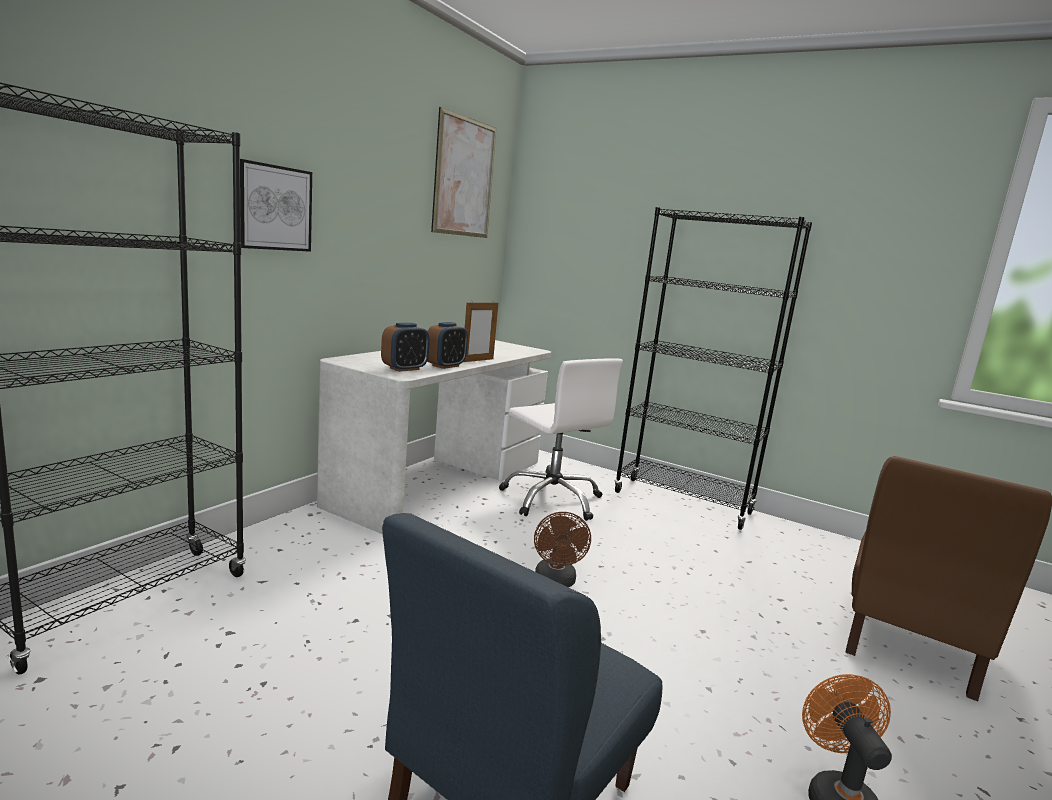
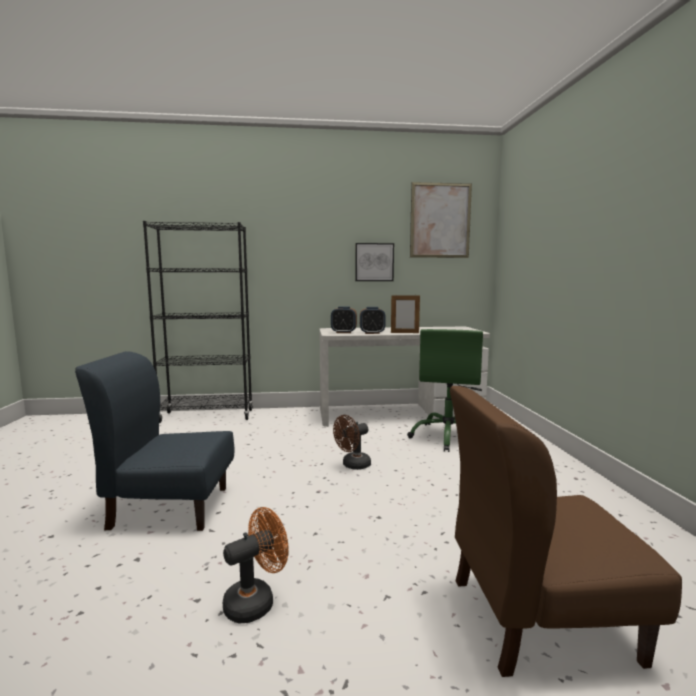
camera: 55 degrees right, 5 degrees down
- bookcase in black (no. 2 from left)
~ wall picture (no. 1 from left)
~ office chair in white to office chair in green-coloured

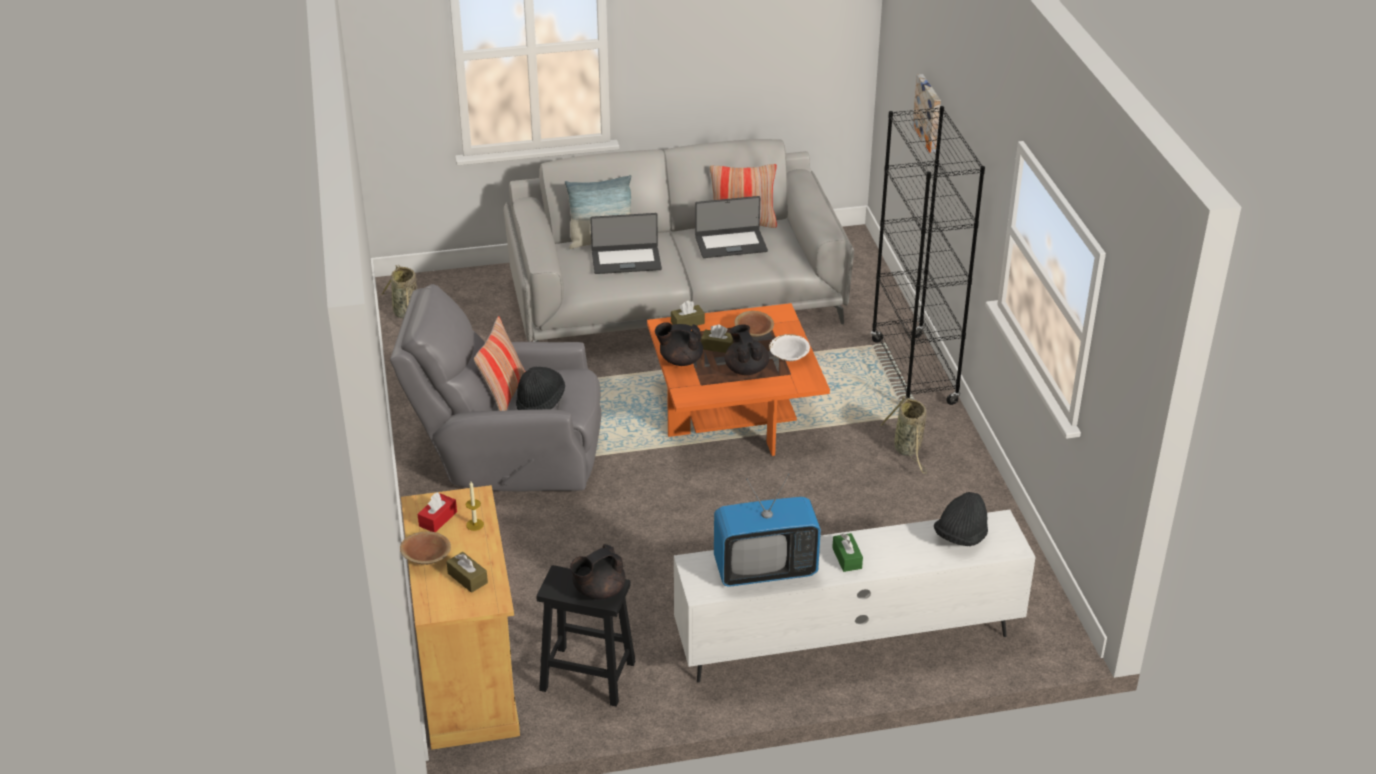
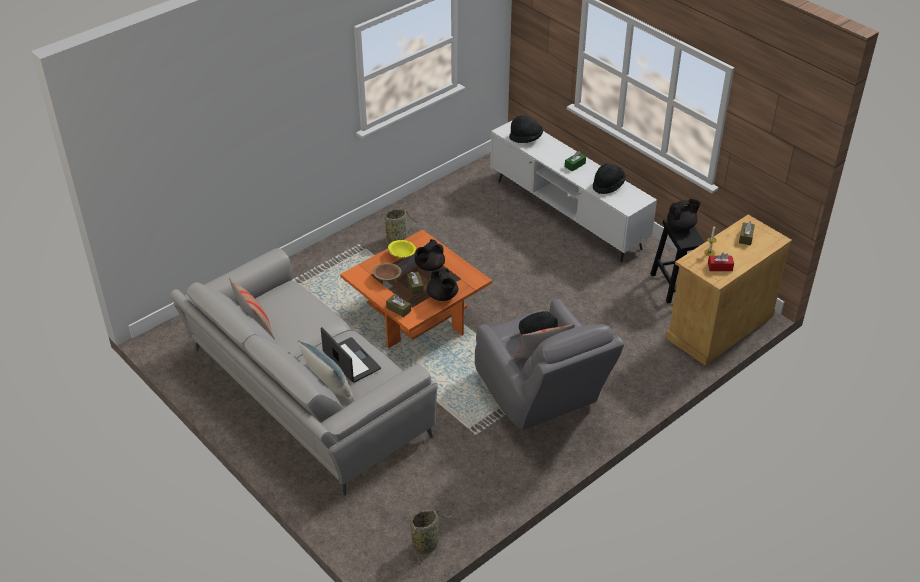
camera: 120 degrees left, 5 degrees up
- deep dish in brown-coloured (no. 1 from left)
- portable computer (no. 2 from left)
- bookcase in black
- wall picture
~ TV to clothing hat in black (no. 3 from left)
~ deep dish in white to deep dish in yellow
~ pot for tea in black (no. 1 from left in the first image) 45 degrees counterclockwise

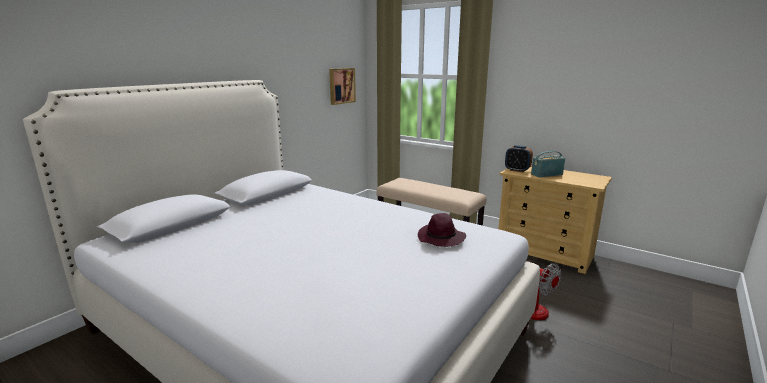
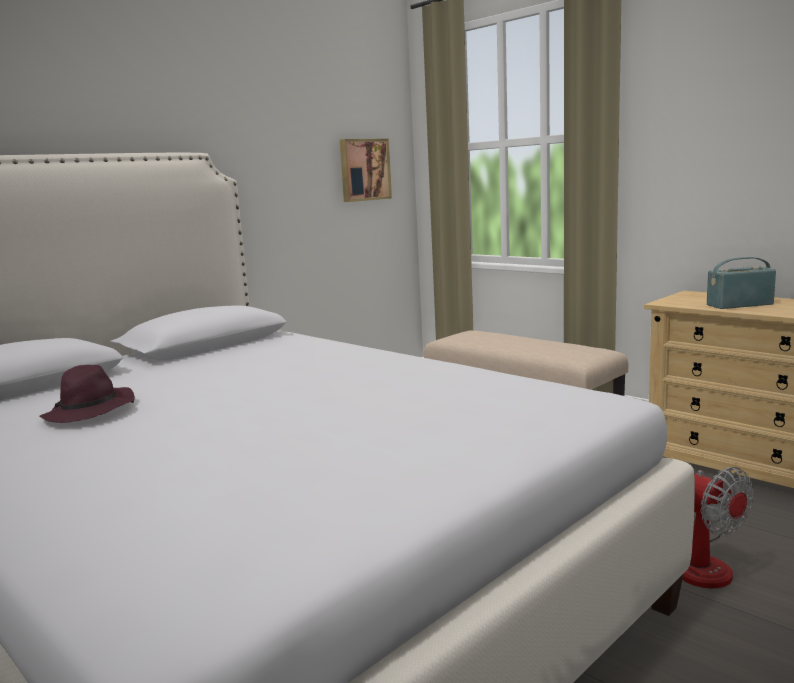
camera: 10 degrees right, 5 degrees down
- alarm clock
~ clothing hat in purple

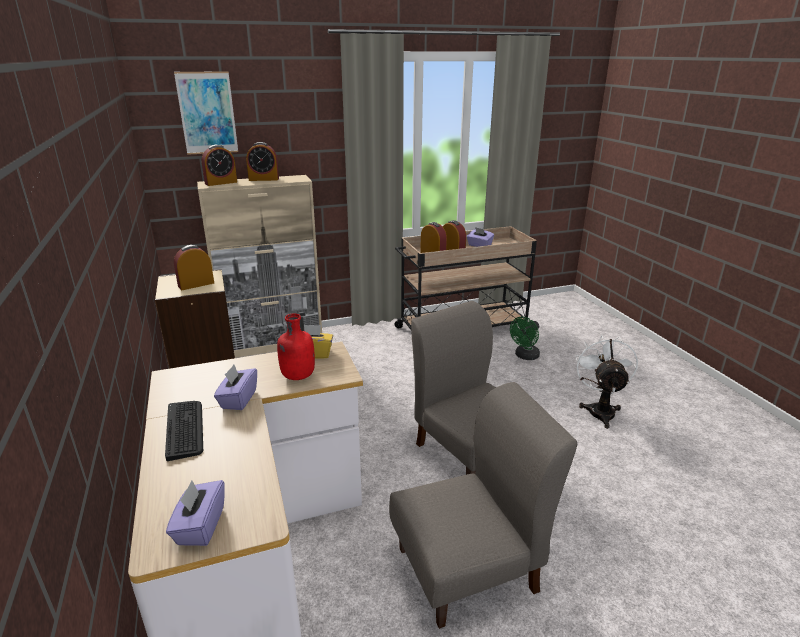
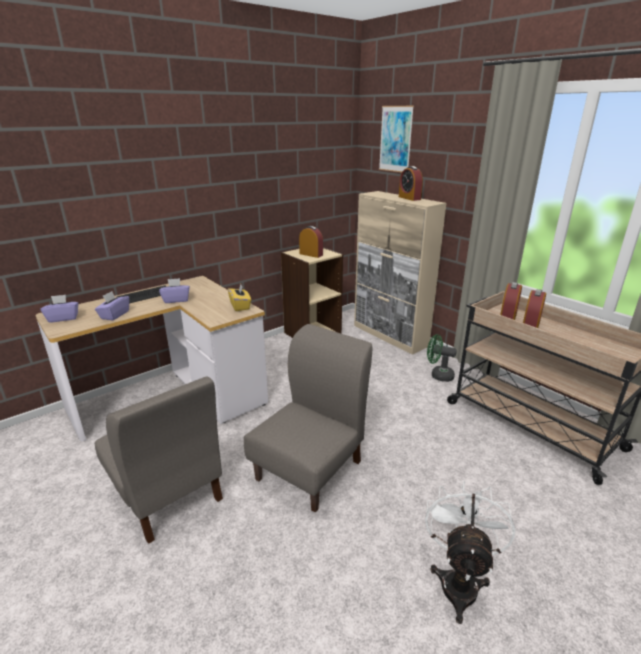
camera: 70 degrees right, 0 degrees up
- alarm clock (no. 2 from left)
- drink bottle in red-coloured
~ box of tissues in purple (no. 3 from left in the first image) to box of tissues in purple (no. 2 from left)
~ fan in green-coloured
~ fan in white 60 degrees counterclockwise

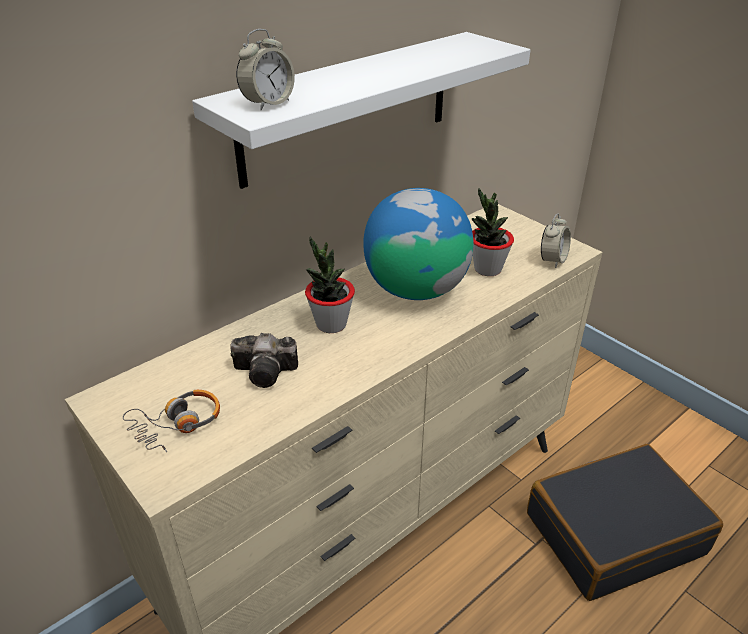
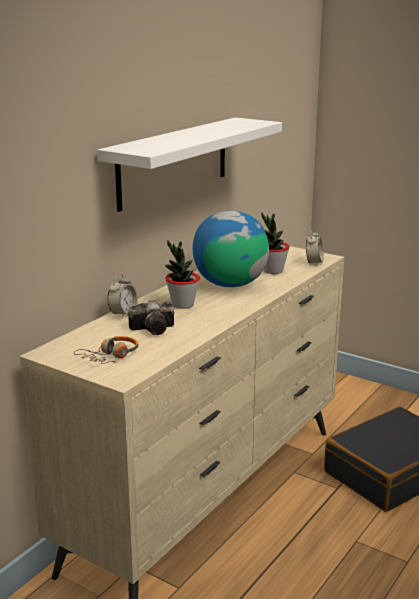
camera: 15 degrees left, 15 degrees down
~ alarm clock (no. 1 from left)

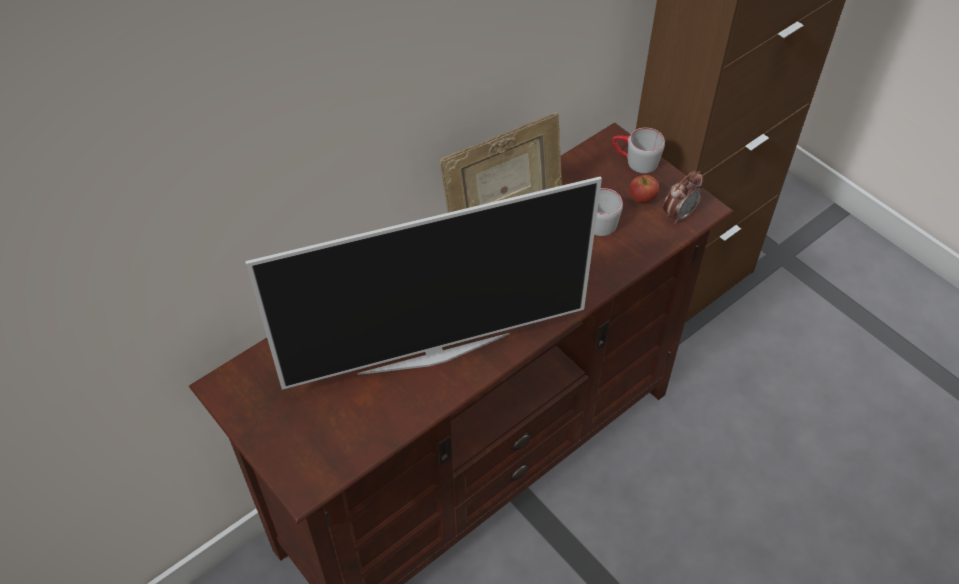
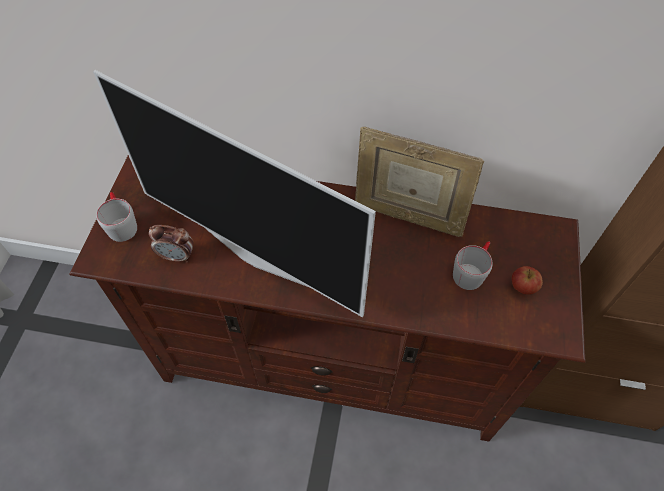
camera: 50 degrees right, 5 degrees up
~ tea mug in greyish (no. 2 from left in the first image) to tea mug in greyish (no. 1 from left)
~ alarm clock

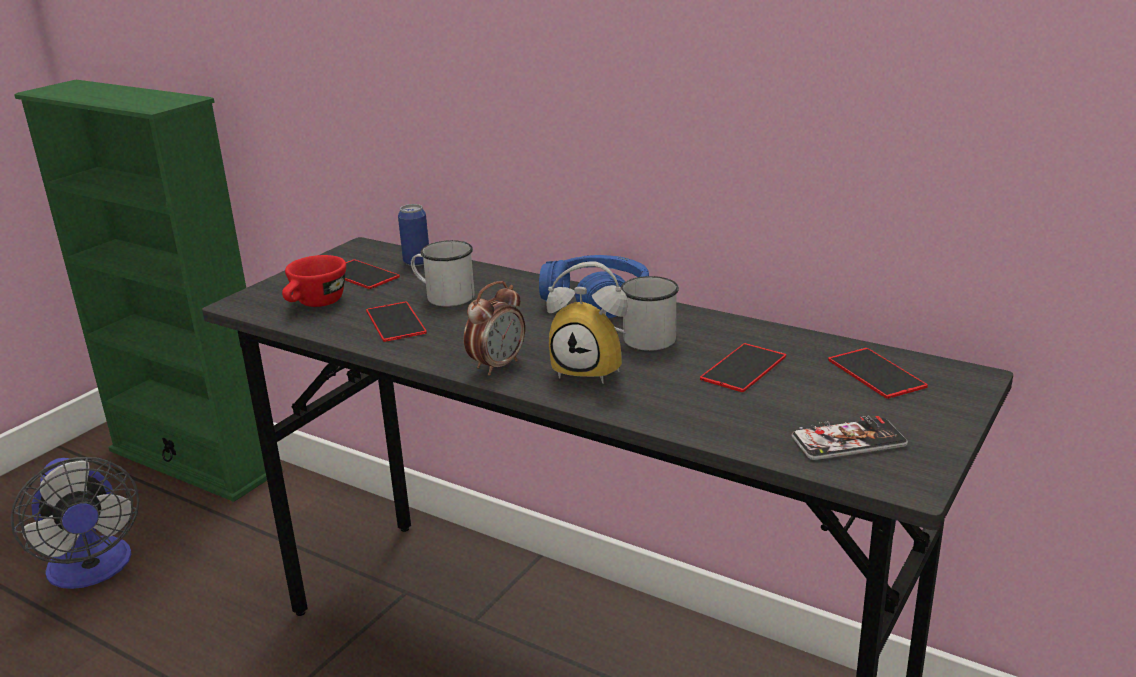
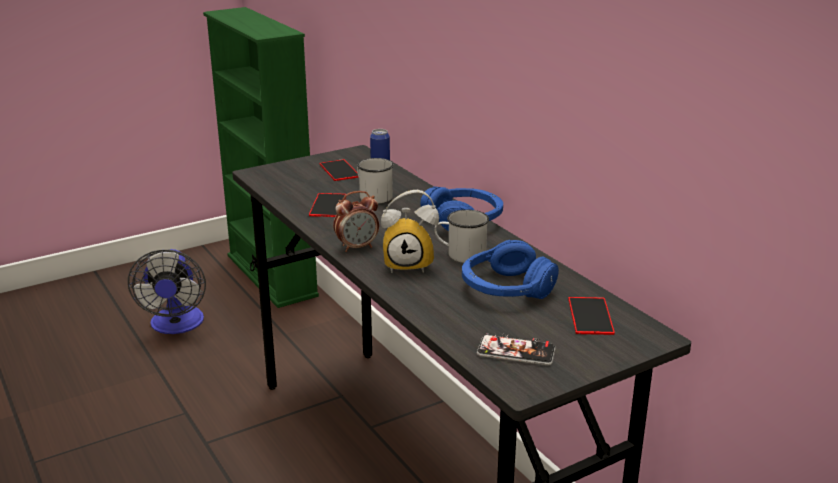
camera: 25 degrees right, 0 degrees up
- cup in red-coloured
~ telephone (no. 3 from left) to headphones in blue-coloured (no. 2 from left)
~ alarm clock (no. 2 from left) 45 degrees counterclockwise

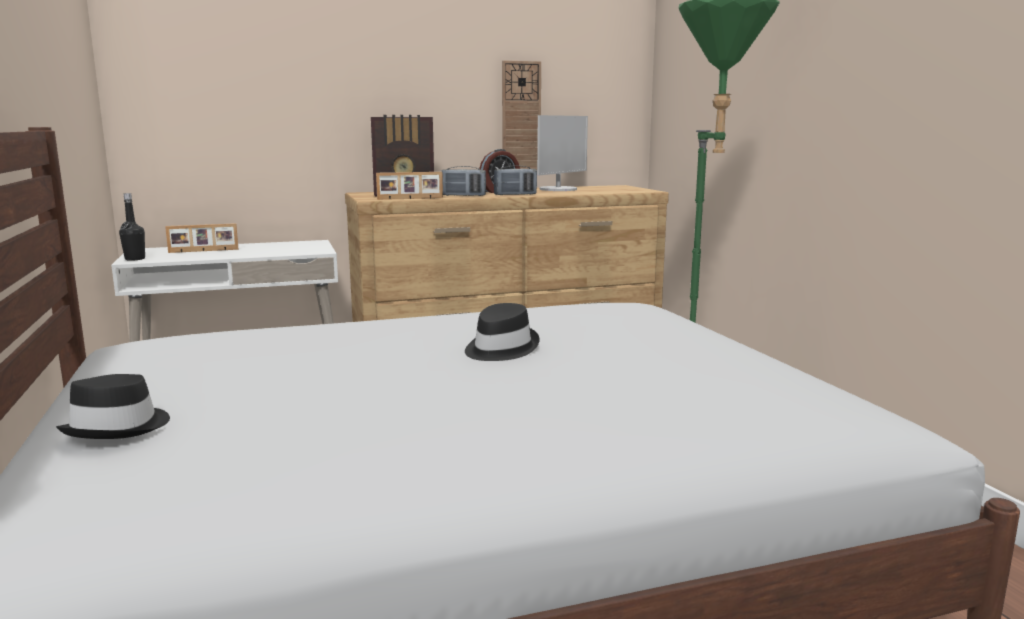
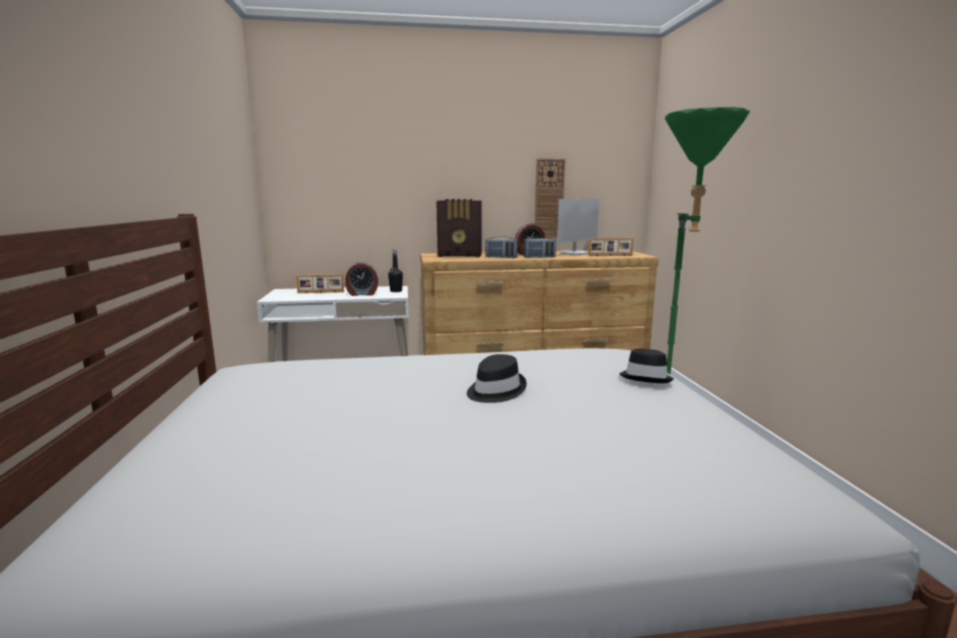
camera: 10 degrees right, 0 degrees up
+ alarm clock (no. 1 from left)
~ clothing hat in black (no. 1 from left in the first image) to clothing hat in black (no. 2 from left)
~ drink bottle in black
~ picture frame (no. 2 from left)

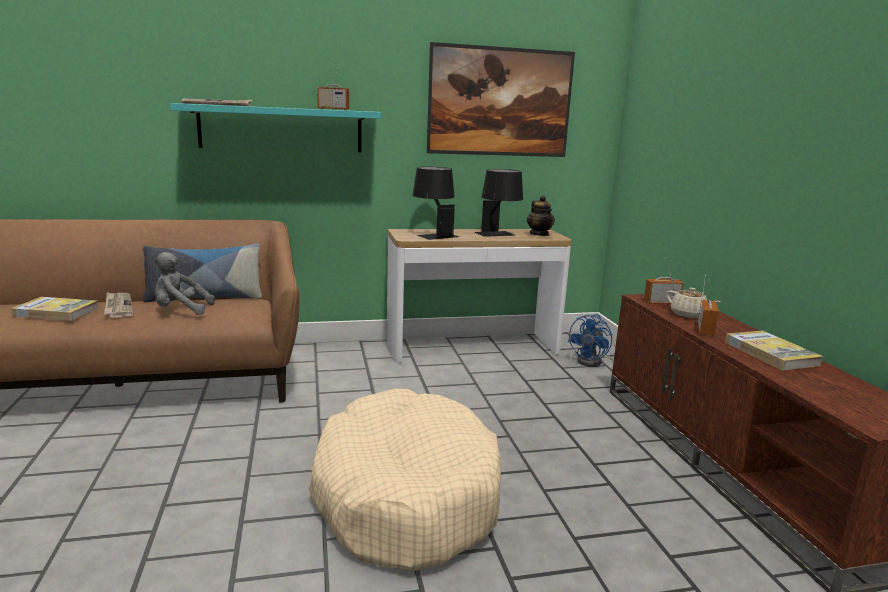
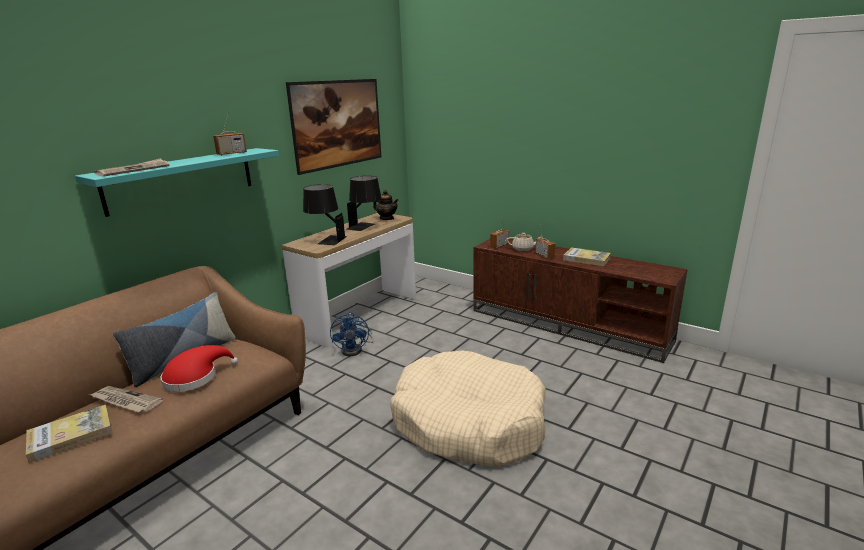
camera: 40 degrees left, 5 degrees up
~ fan in blue-coloured
~ soft toy in greyish to clothing hat in red-coloured

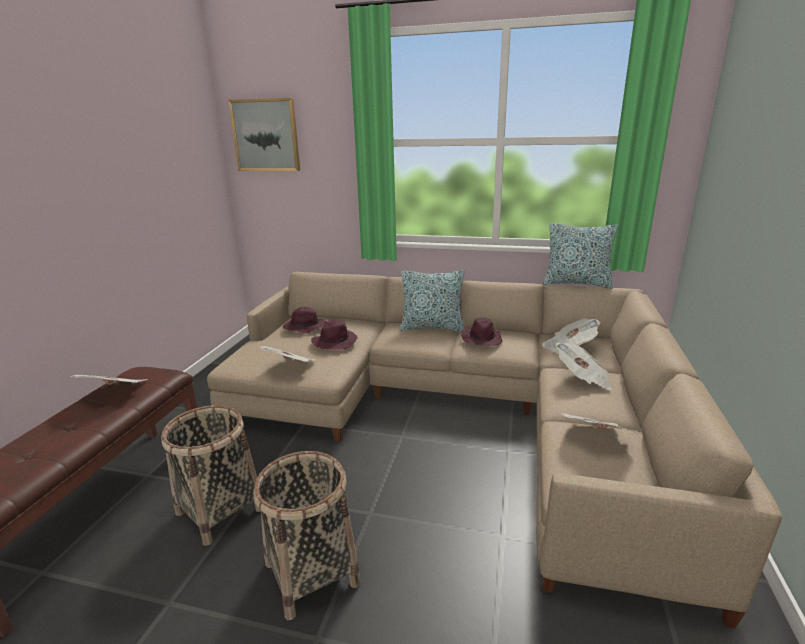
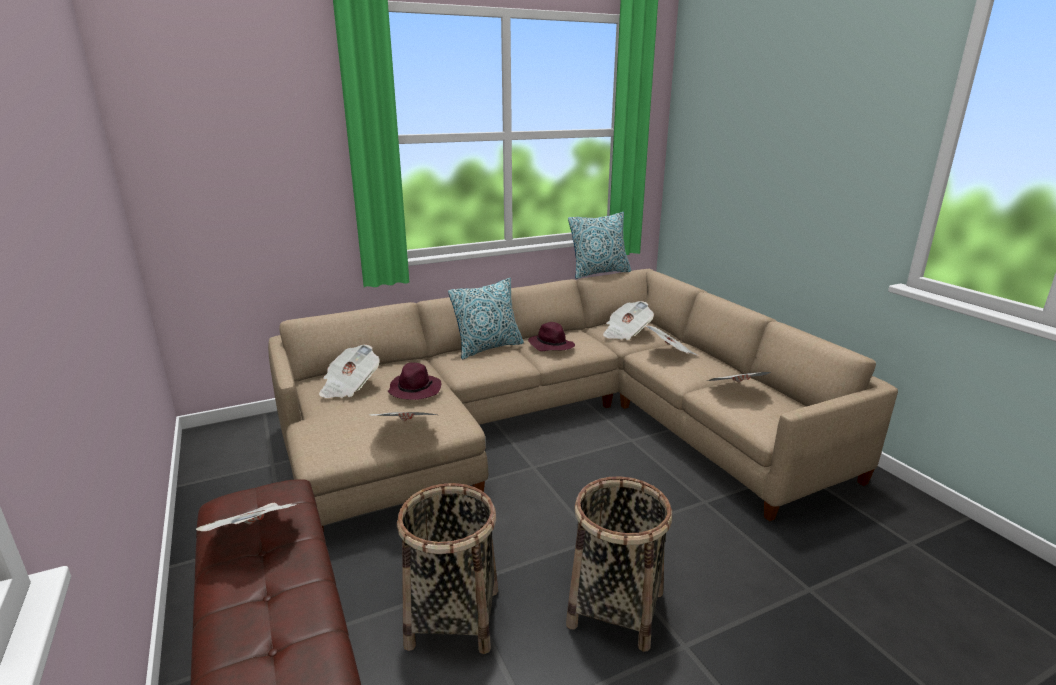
camera: 40 degrees left, 0 degrees up
- wall picture
~ clothing hat in purple (no. 1 from left) to daily paper (no. 2 from left)

